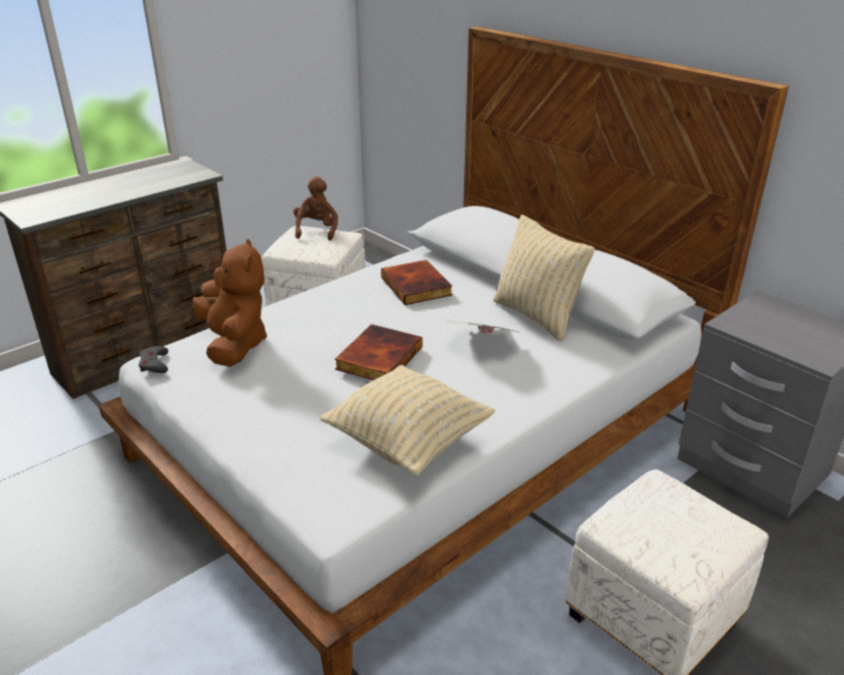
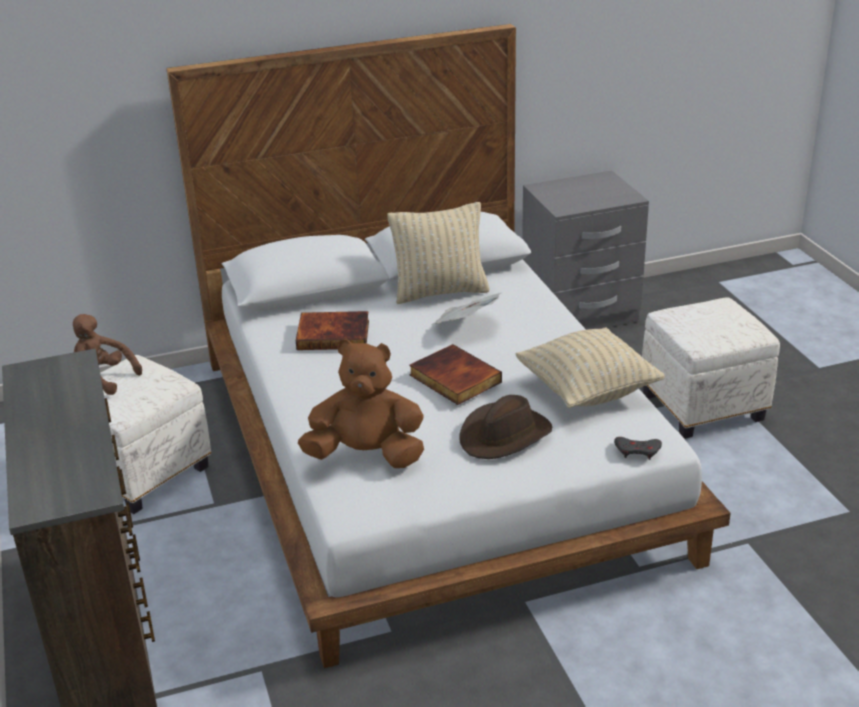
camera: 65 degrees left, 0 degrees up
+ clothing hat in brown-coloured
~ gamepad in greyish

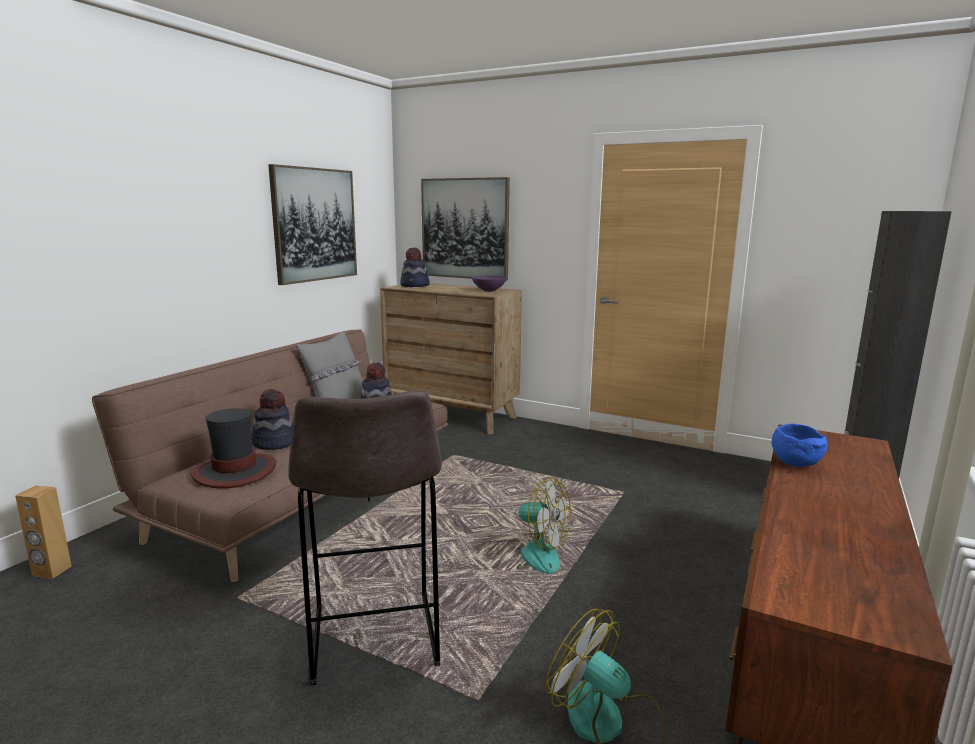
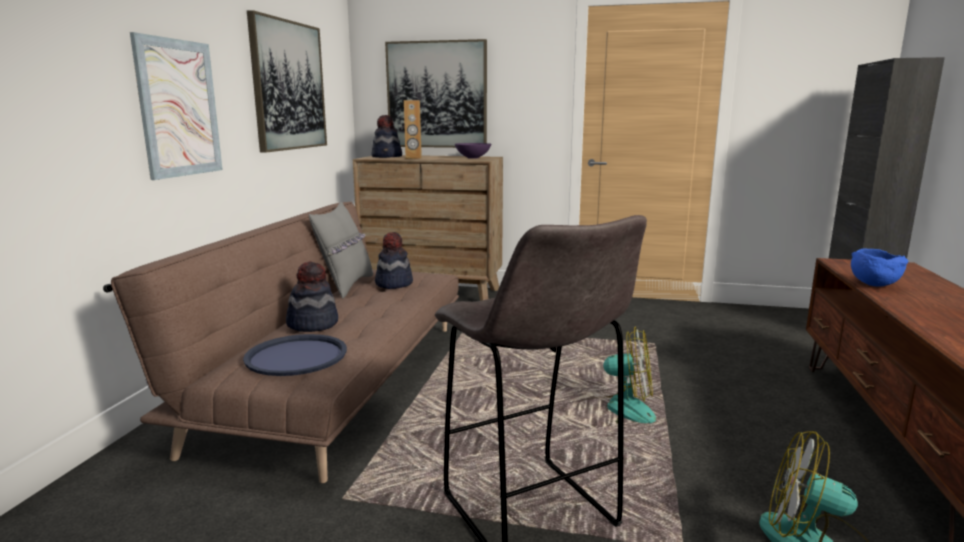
camera: 15 degrees left, 0 degrees up
+ wall picture (no. 1 from left)
~ speaker in brown-coloured
~ clothing hat (no. 1 from left) to tray in blue-coloured

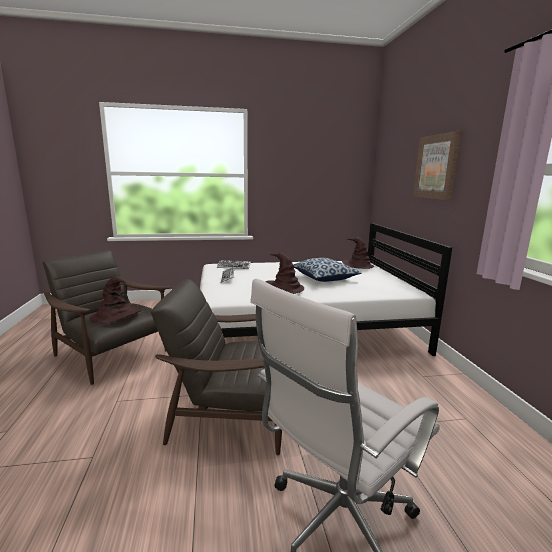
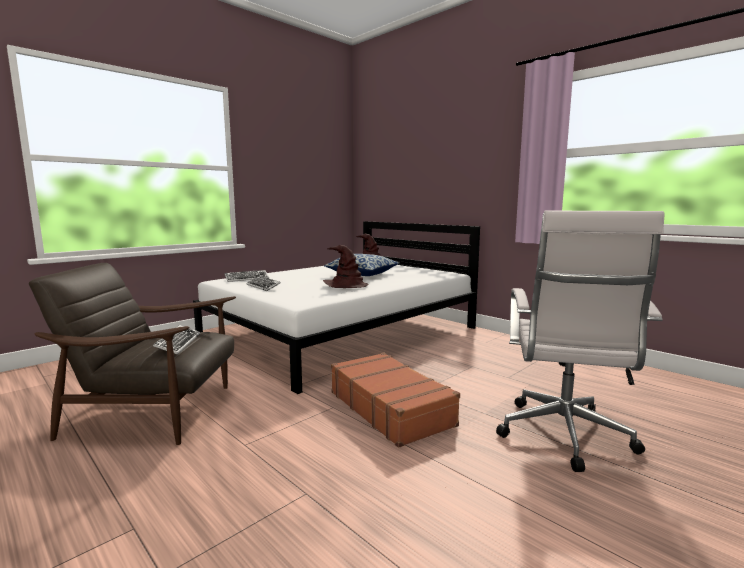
camera: 35 degrees left, 5 degrees down
- wall picture
~ clothing hat in brown-coloured (no. 1 from left) to PC keyboard (no. 1 from left)
~ armchair in brown-coloured (no. 2 from left) to piece of luggage in brown-coloured

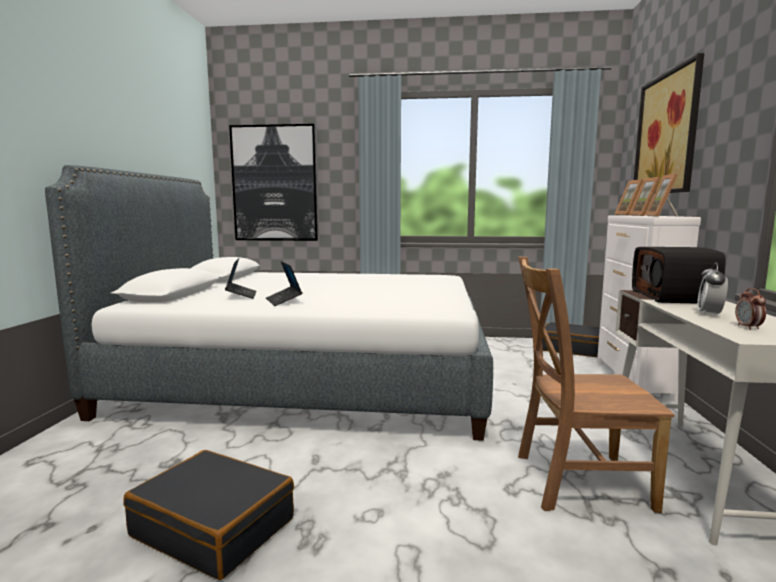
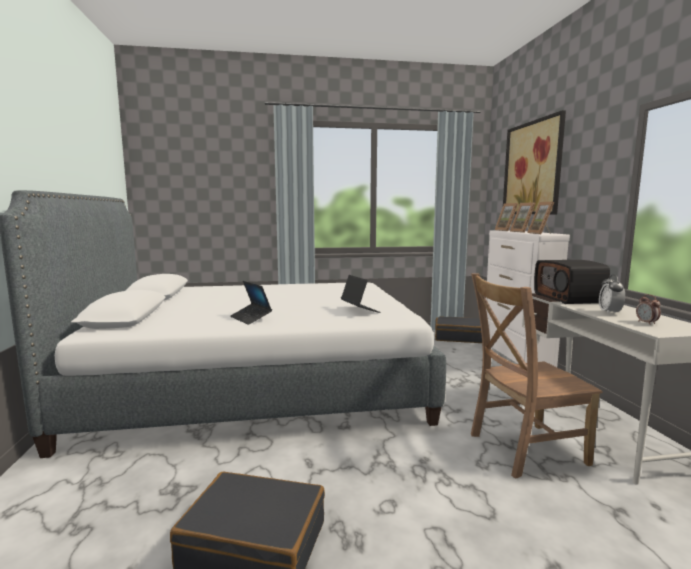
camera: 15 degrees left, 0 degrees up
- wall picture (no. 1 from left)
~ portable computer (no. 1 from left in the first image) to portable computer (no. 2 from left)

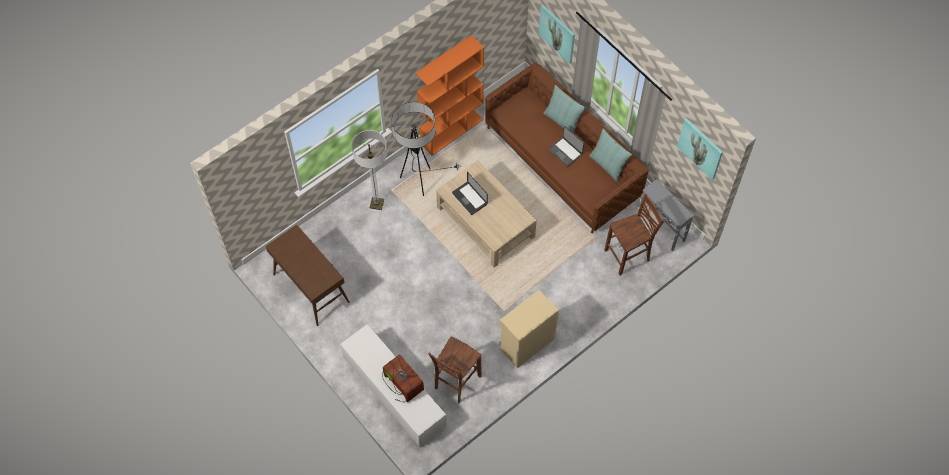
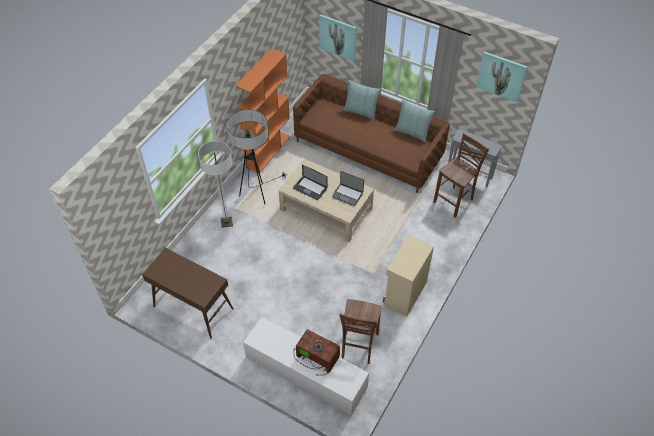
camera: 20 degrees left, 10 degrees down
~ portable computer (no. 2 from left)

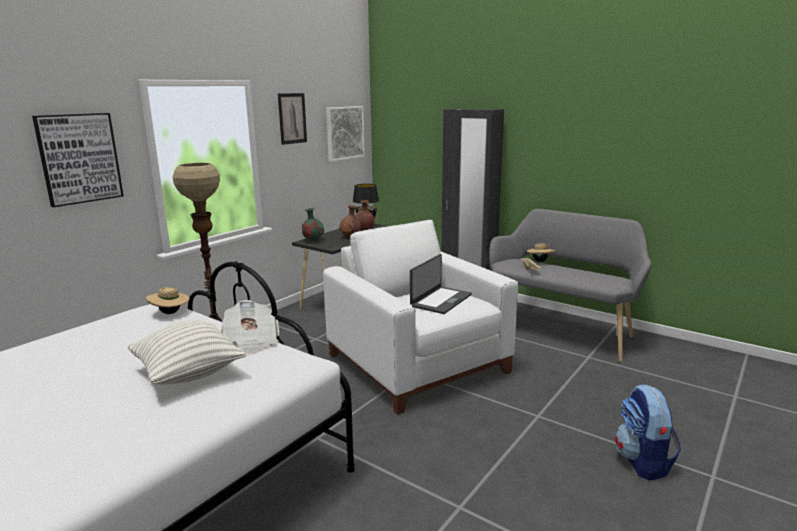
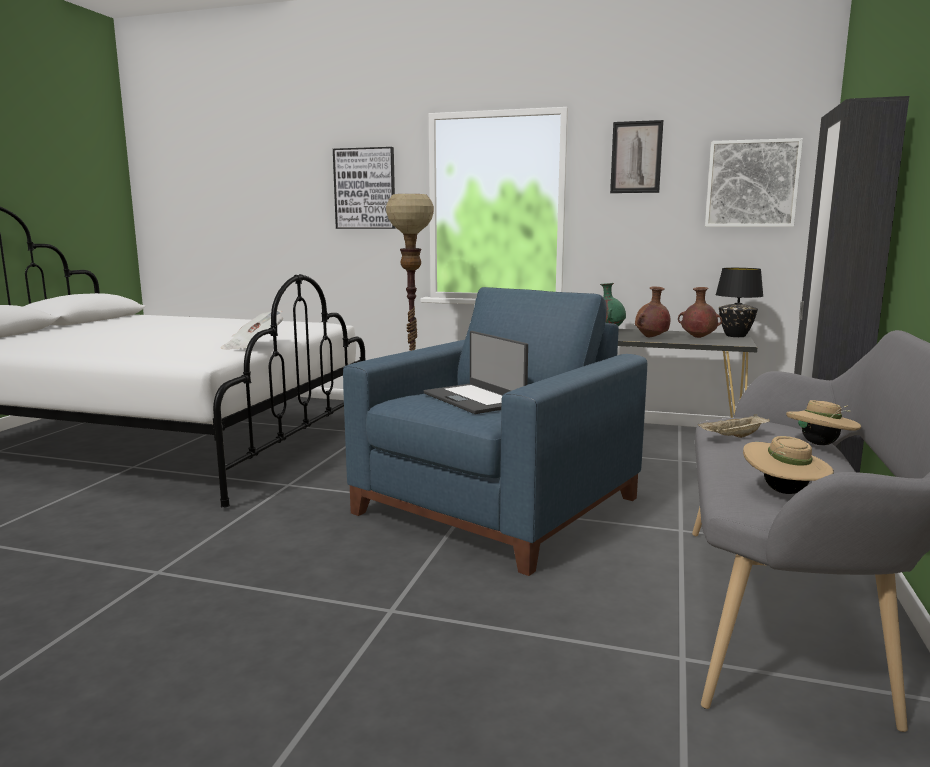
camera: 70 degrees right, 5 degrees down
- cushion
- rucksack
~ clothing hat in sand-coloured (no. 1 from left)
~ armchair in white to armchair in blue-coloured
~ portable computer 45 degrees clockwise

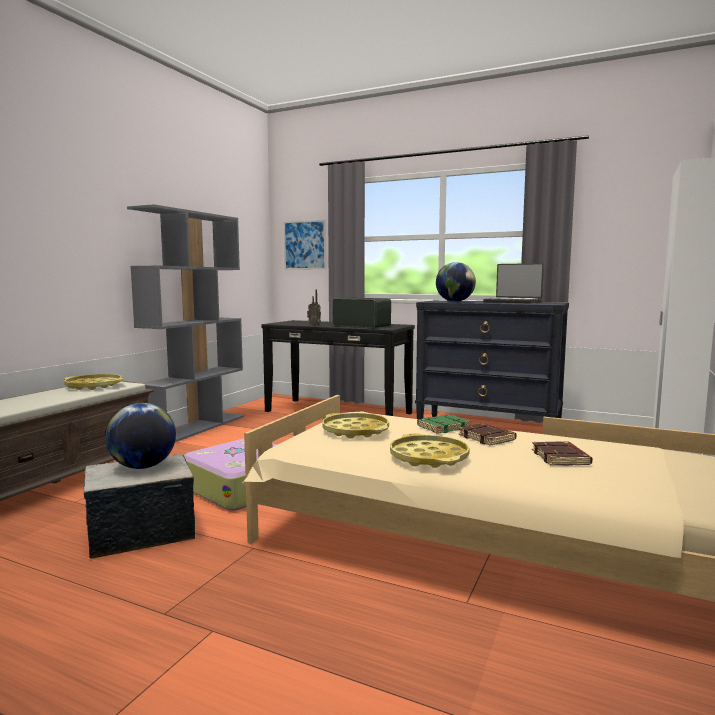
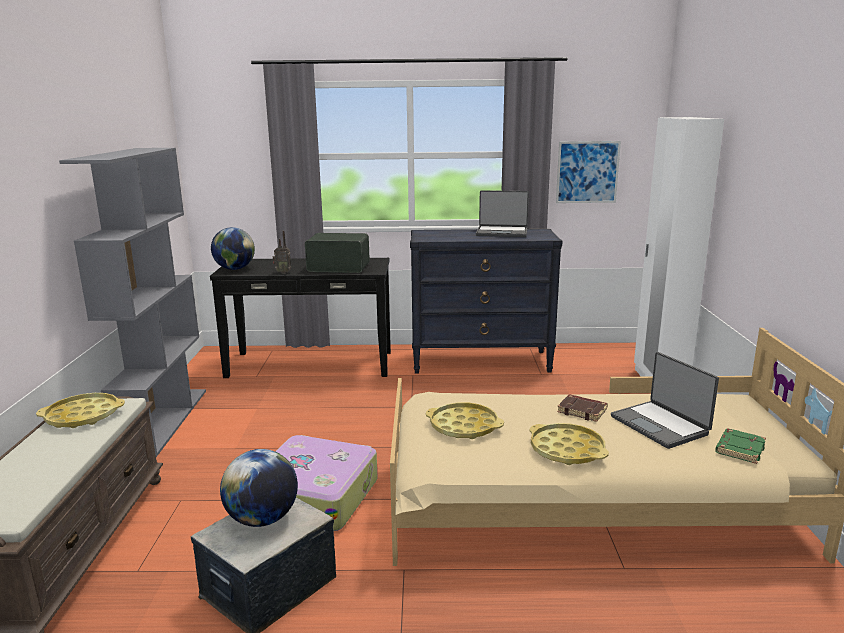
camera: 25 degrees left, 10 degrees up
~ wall picture
~ book in green-coloured
~ world globe (no. 2 from left in the first image) to world globe (no. 1 from left)
~ book in brown-coloured (no. 2 from left) to portable computer (no. 2 from left)

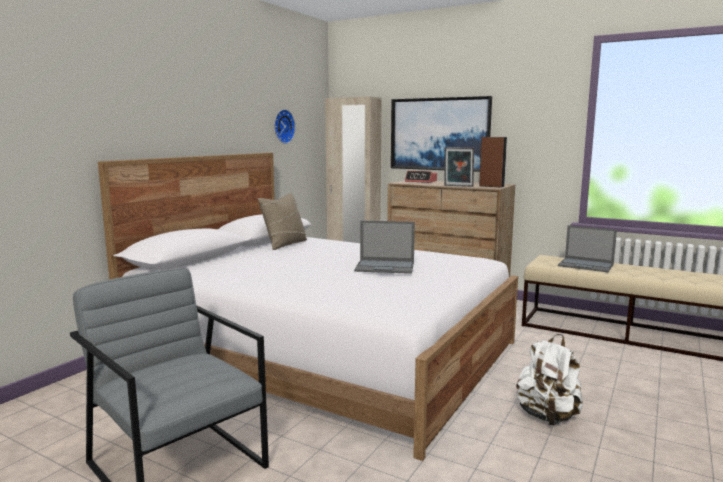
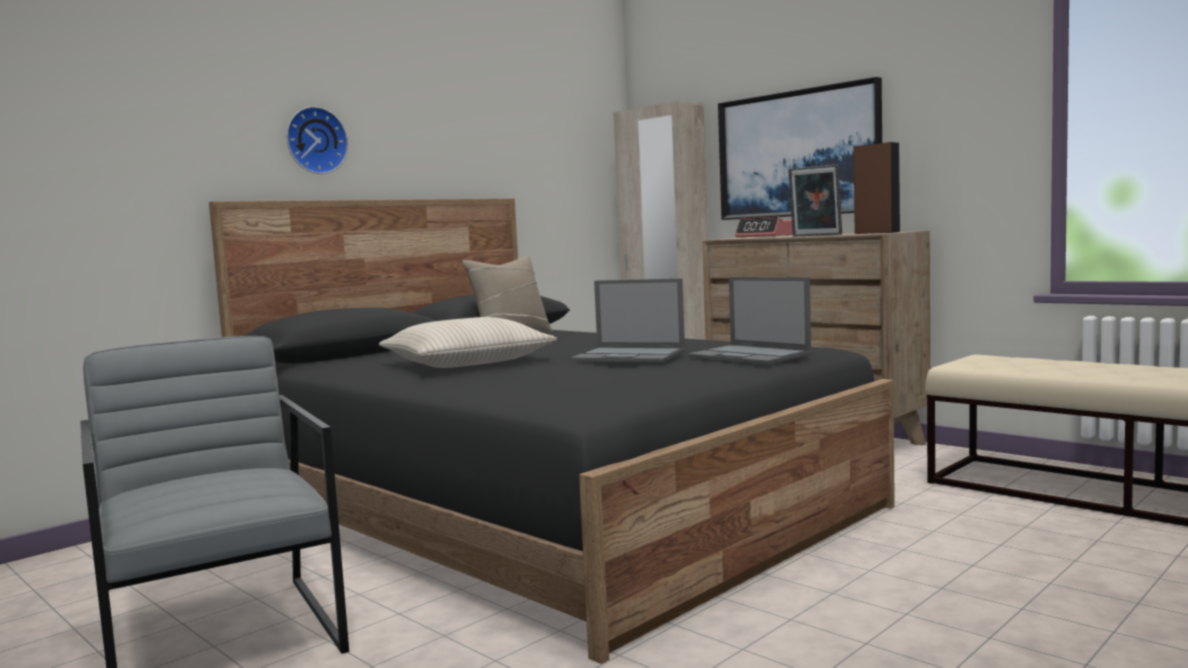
camera: 15 degrees right, 5 degrees down
- rucksack in white
+ cushion in sand-coloured (no. 1 from left)
~ wall clock
~ portable computer (no. 2 from left)
~ bedroom bed in white to bedroom bed in black

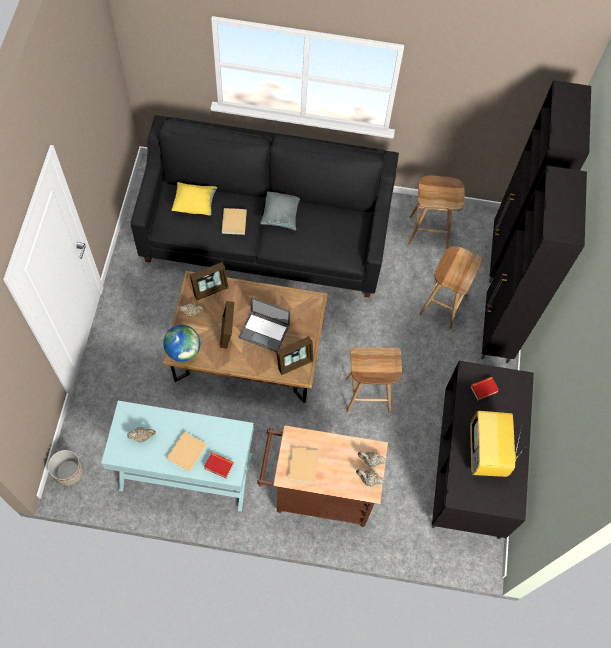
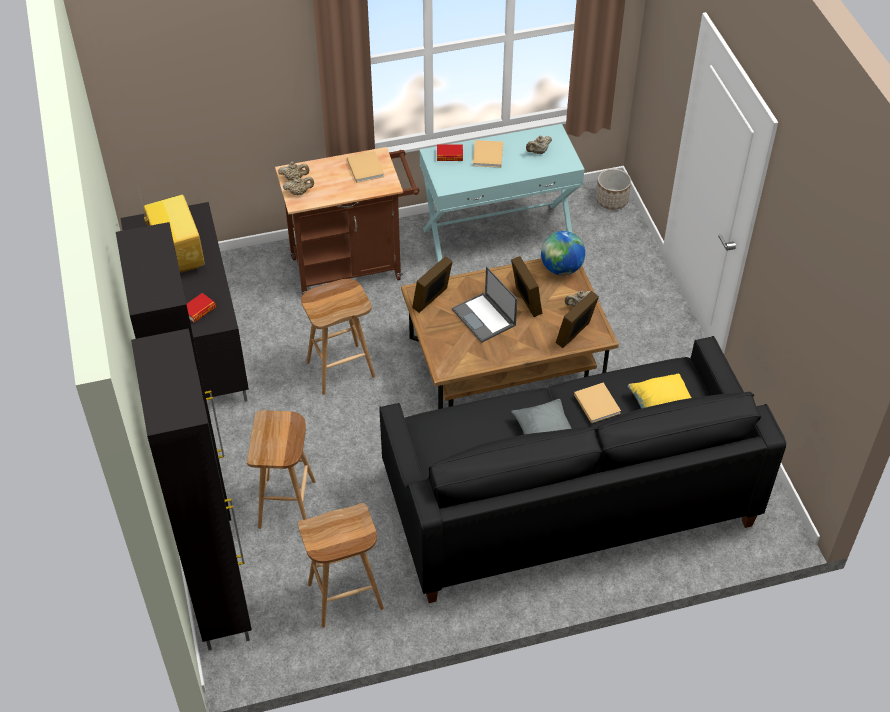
camera: 160 degrees right, 15 degrees down
~ portable computer 120 degrees counterclockwise

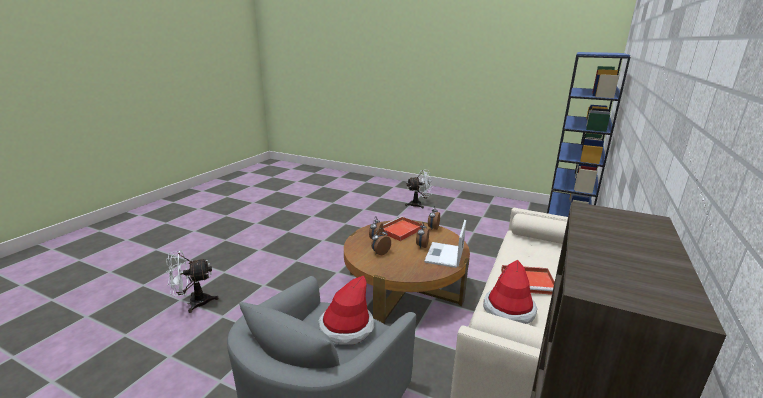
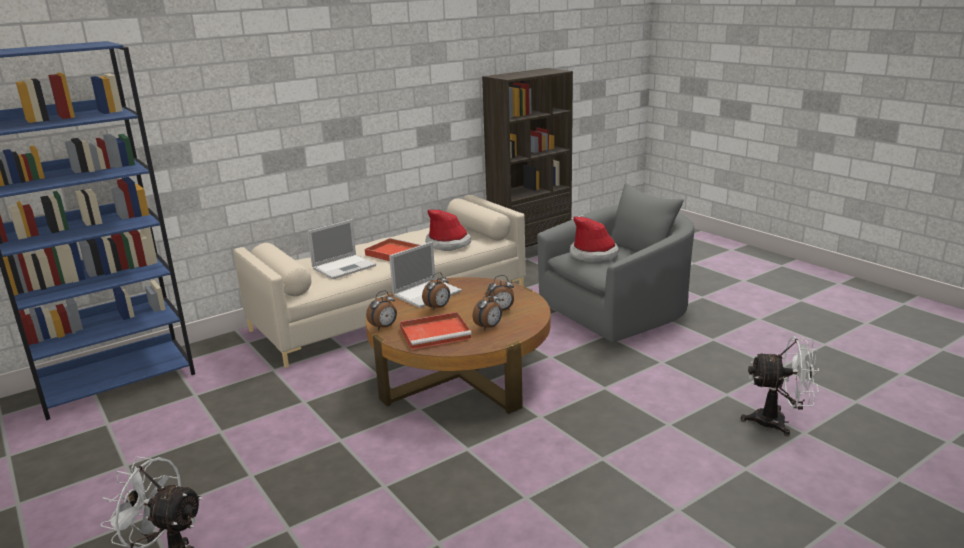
camera: 150 degrees left, 0 degrees up
+ portable computer (no. 1 from left)

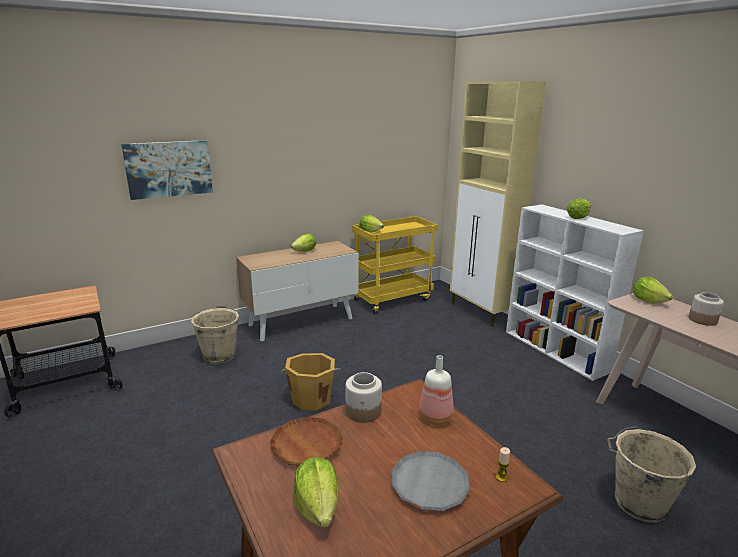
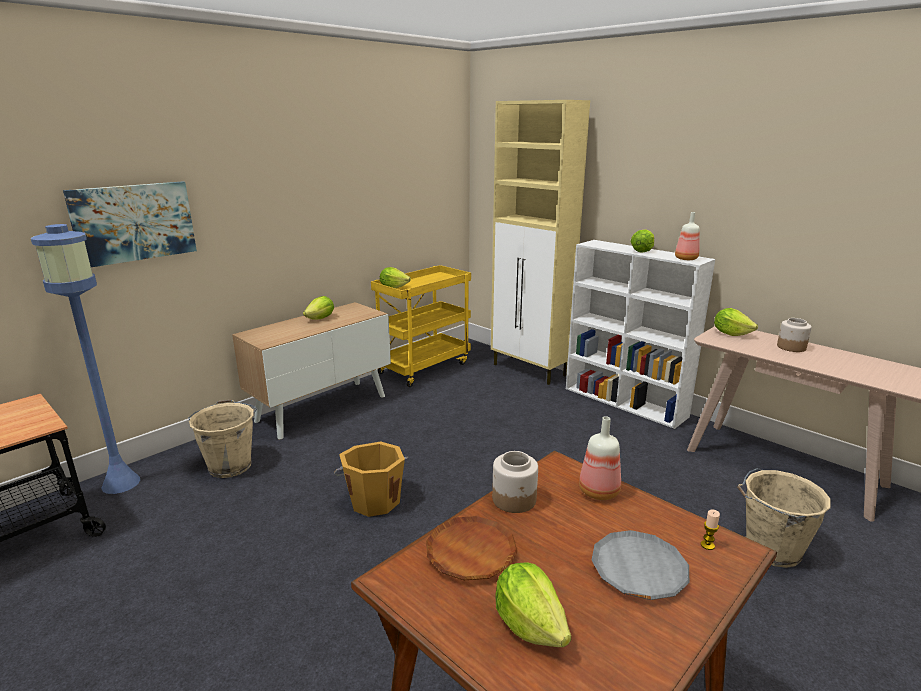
camera: 15 degrees left, 0 degrees up
+ floor lamp in blue-coloured
+ drink bottle (no. 2 from left)

